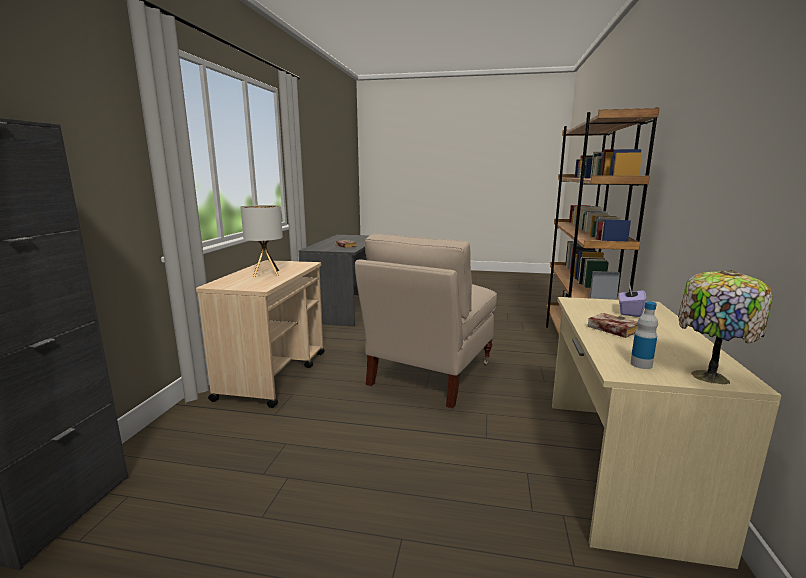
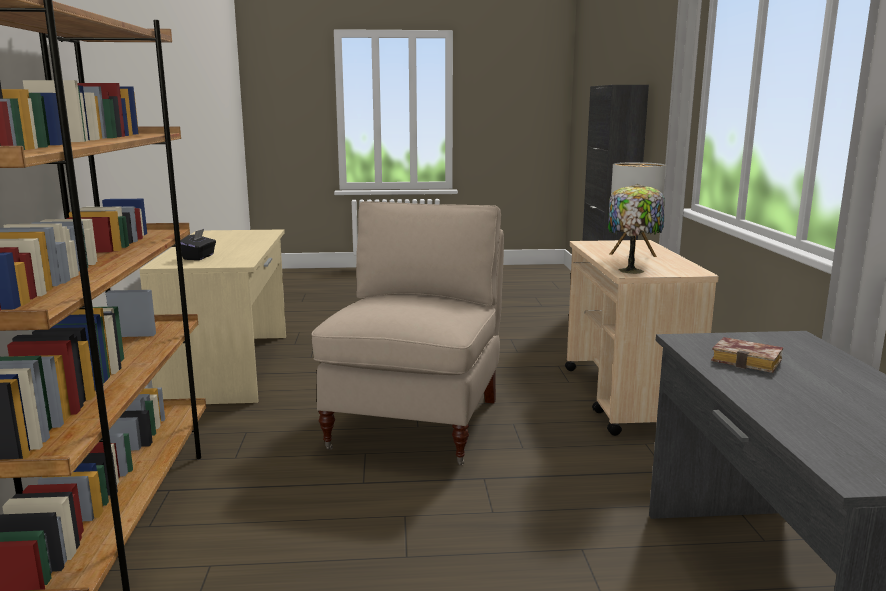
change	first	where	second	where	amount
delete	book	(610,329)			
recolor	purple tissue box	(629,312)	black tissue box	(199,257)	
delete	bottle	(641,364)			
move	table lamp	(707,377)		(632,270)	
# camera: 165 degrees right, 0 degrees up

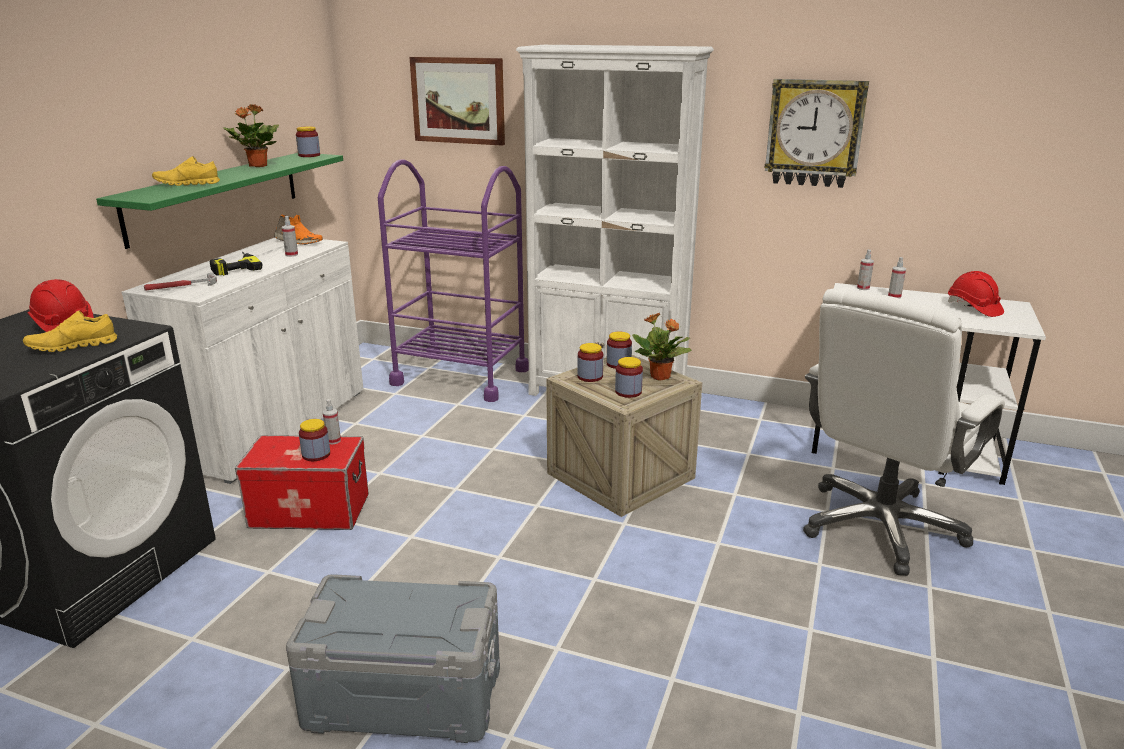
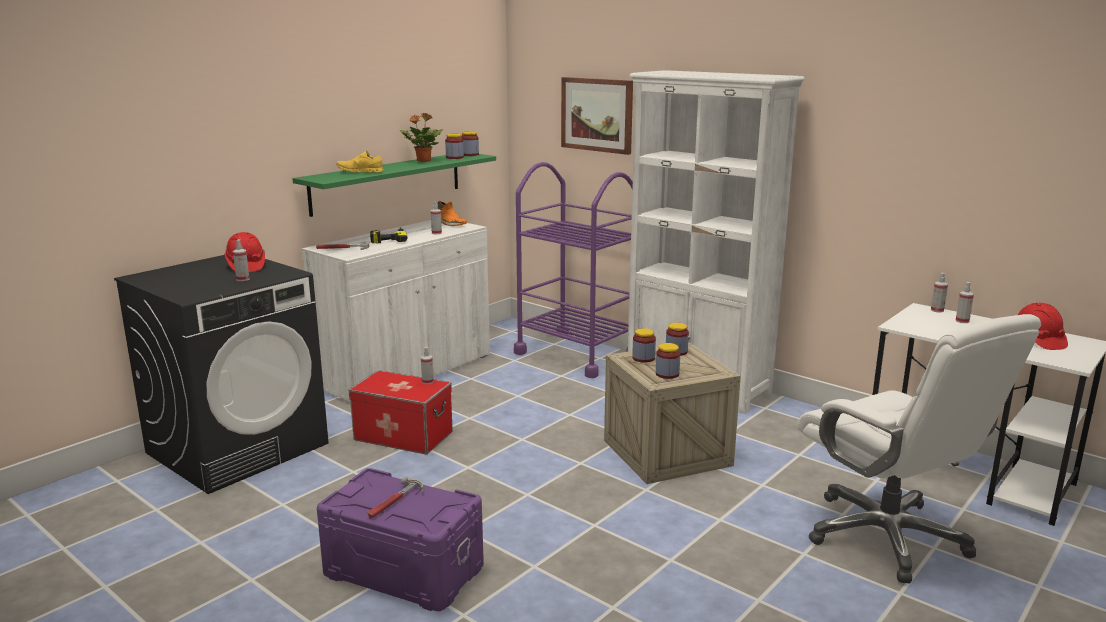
change	first	where	second	where	amount
replace	yellow shoe	(72,346)	spray bottle	(242,279)	
recolor	grey storage box	(404,693)	purple storage box	(405,570)	
move	jar	(316,454)		(454,157)	
delete	potted plant	(660,377)			
delete	wall clock	(814,133)			
rotate	white office chair	(880,527)		(887,536)	90 degrees counterclockwise
insert			hammer	(395,502)	
# camera: 20 degrees right, 5 degrees down

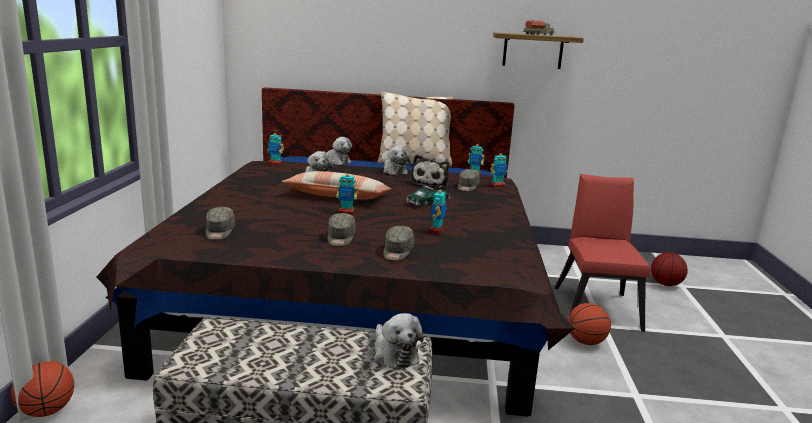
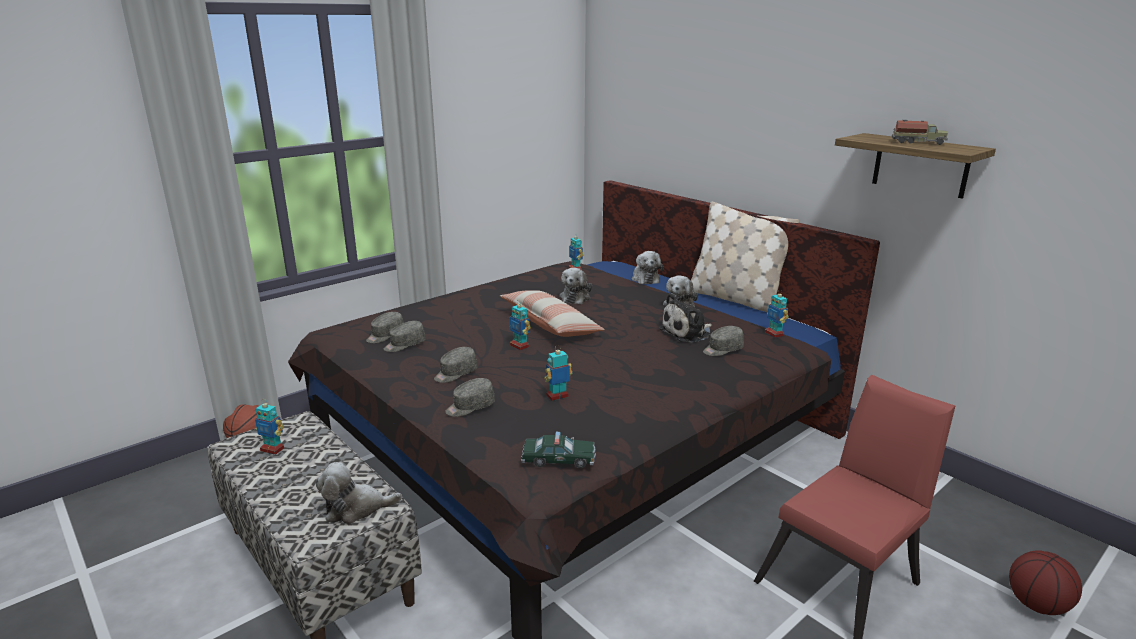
change	first	where	second	where	amount
rotate	plush toy	(394,354)		(356,508)	60 degrees clockwise
move	toy car	(428,202)		(558,459)	
move	toy robot	(497,185)		(273,449)	
delete	basketball	(586,342)			
insert			grey cap	(404,345)	
# camera: 45 degrees right, 5 degrees up

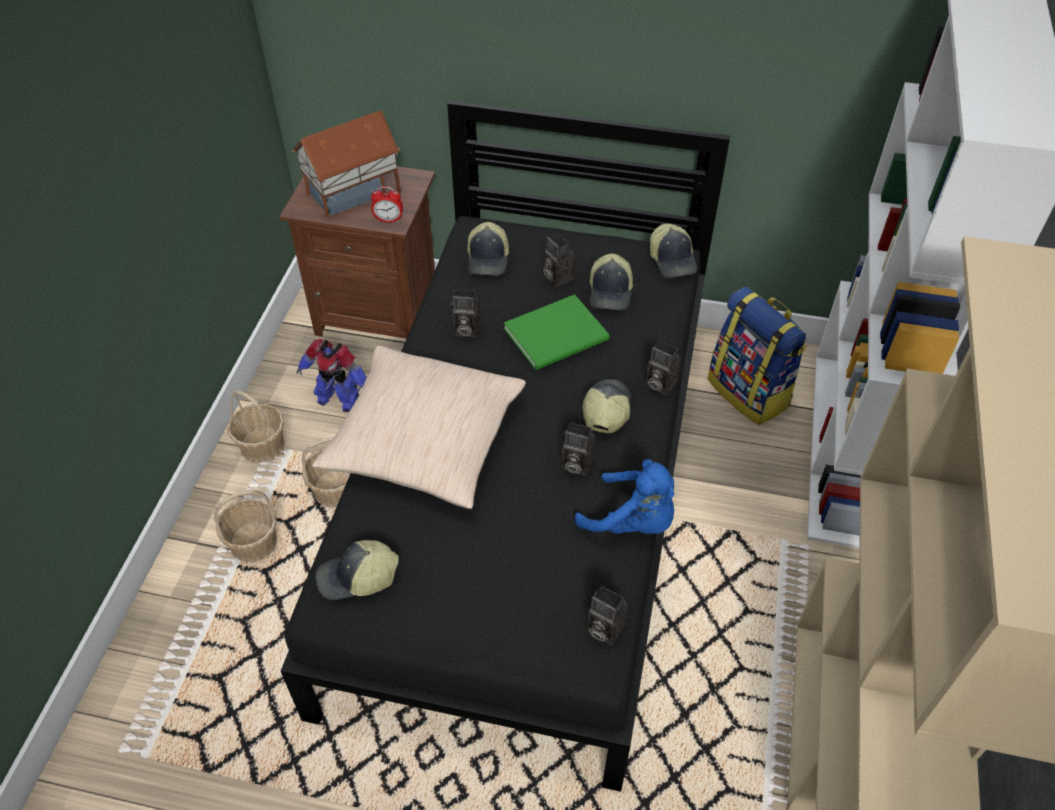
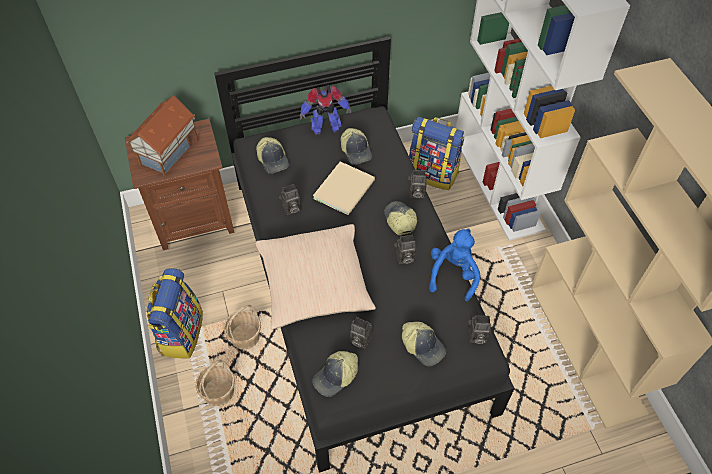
change	first	where	second	where	amount
replace	basket	(262,445)	backpack	(181,333)	
move	toy robot	(338,398)		(325,127)	
delete	alarm clock	(388,220)			
recolor	green book	(559,335)	beige book	(346,188)	
move	photo camera	(556,276)		(359,339)	
rotate	blue plush toy	(632,521)		(453,274)	75 degrees counterclockwise
move	cap	(673,260)		(423,346)	
# camera: 30 degrees left, 5 degrees up

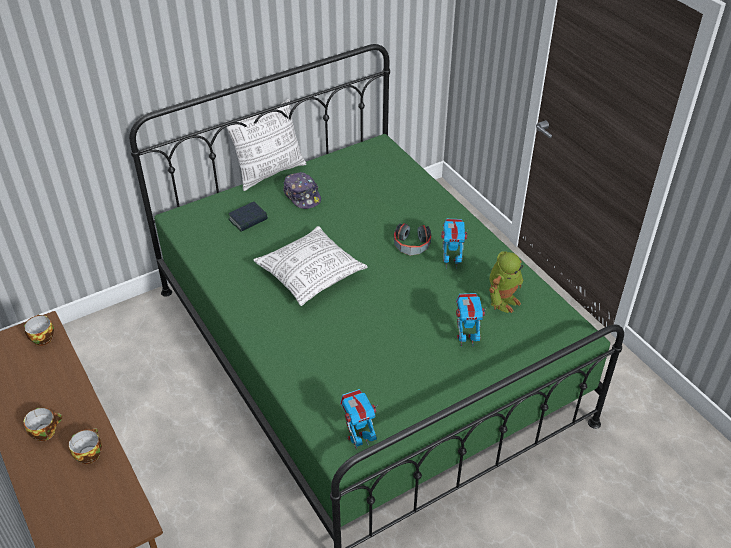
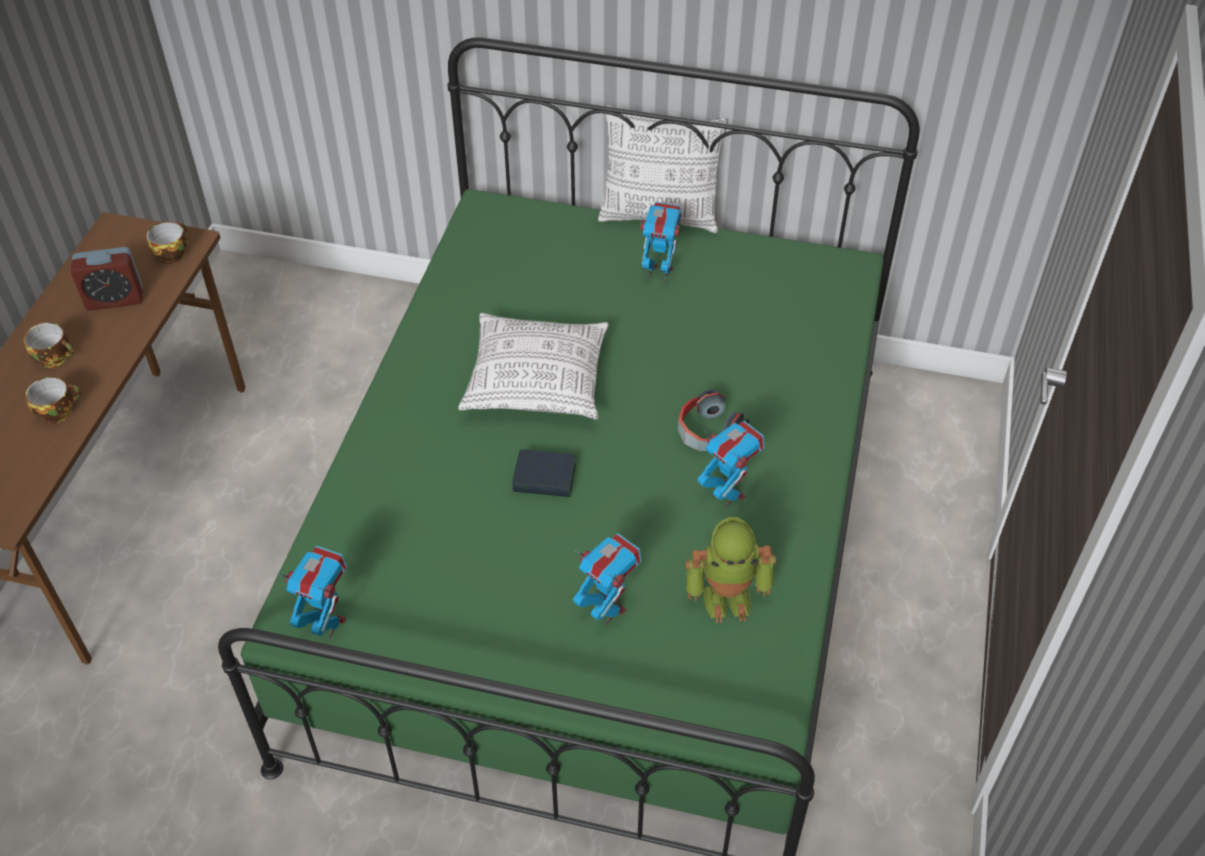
change	first	where	second	where	amount
move	book	(248,219)		(544,478)	
replace	cap	(302,196)	toy robot	(659,272)	
insert			alarm clock	(115,299)	
# camera: 45 degrees right, 5 degrees up

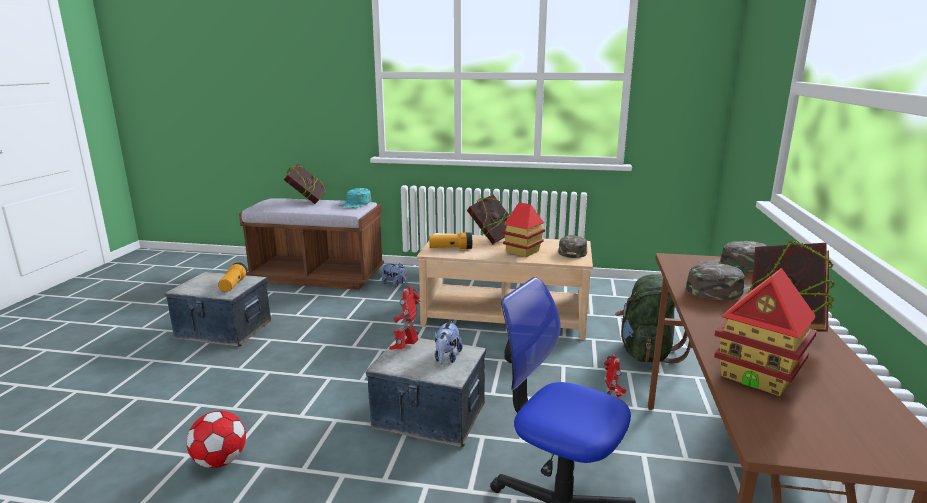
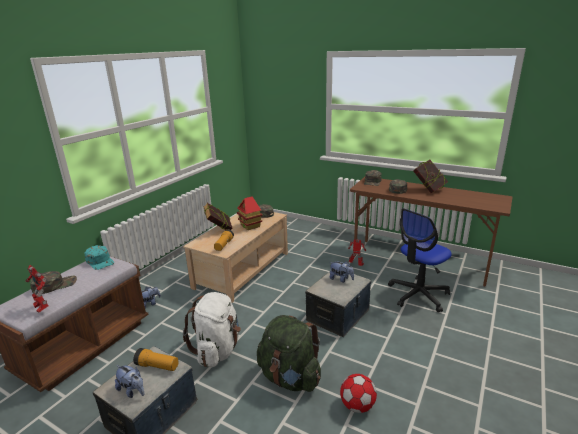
change	first	where	second	where	amount
replace	book	(307,201)	green cap	(55,285)	
move	toy robot	(406,348)		(42,307)	
move	green backpack	(647,353)		(290,377)	
delete	toy house	(757,376)			
insert			plush toy	(132,391)	
insert			white backpack	(218,350)	
# camera: 70 degrees left, 5 degrees up

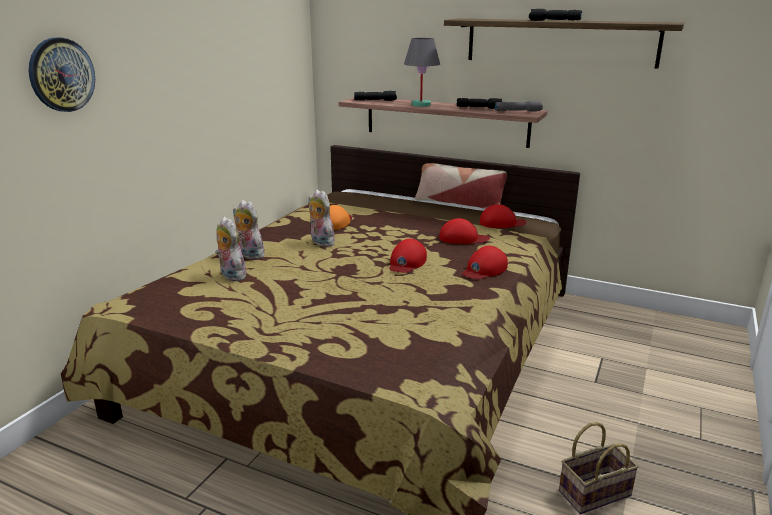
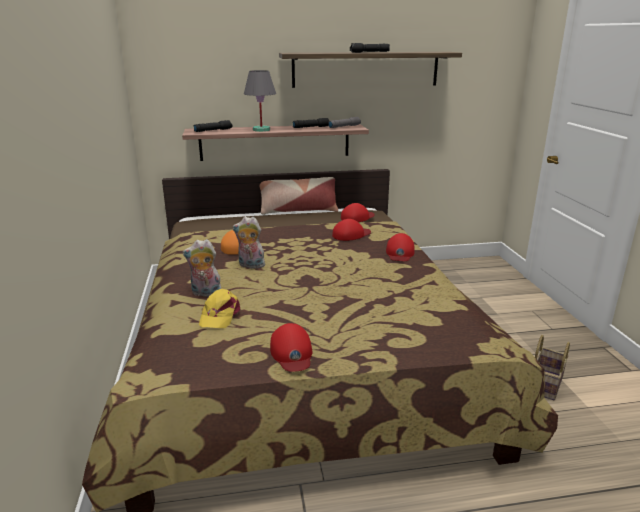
change	first	where	second	where	amount
delete	wall clock	(61,75)			
replace	plush toy	(231,275)	yellow cap	(219,315)	
move	red cap	(407,262)		(292,353)	
# camera: 35 degrees left, 0 degrees up

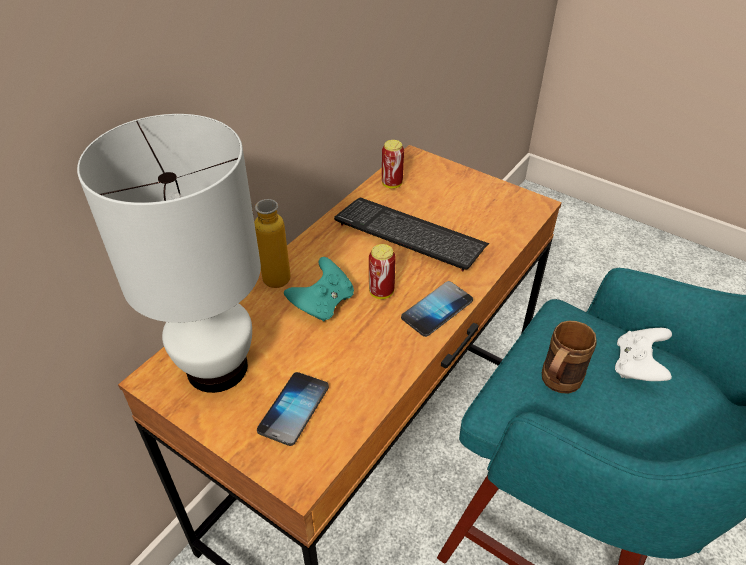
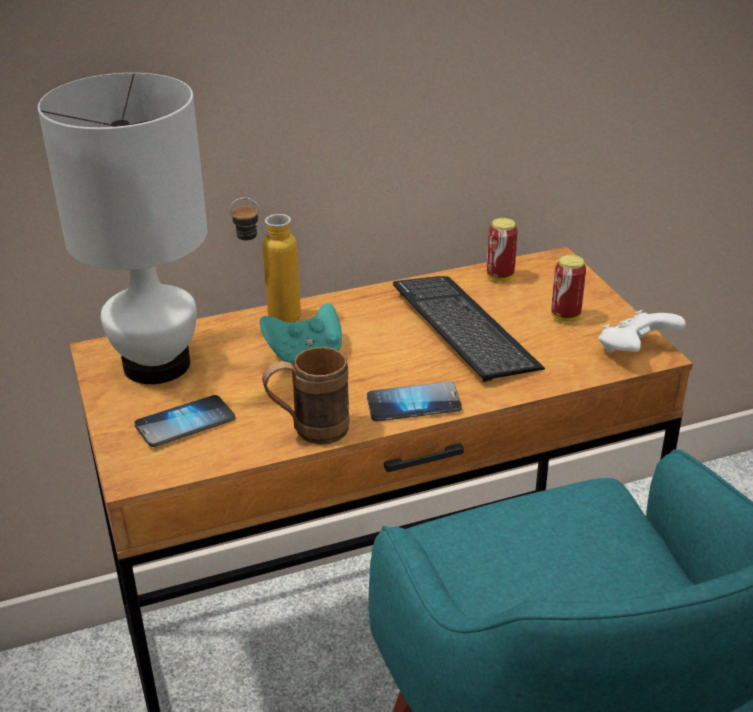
change	first	where	second	where	amount
move	can	(381,292)		(565,316)	
move	brown mug	(556,384)		(308,431)	
move	white game controller	(637,367)		(635,351)	
# camera: 35 degrees right, 10 degrees down

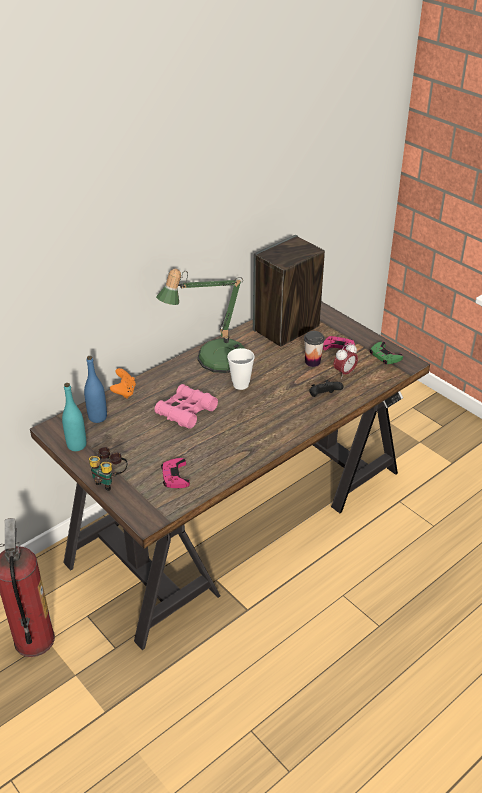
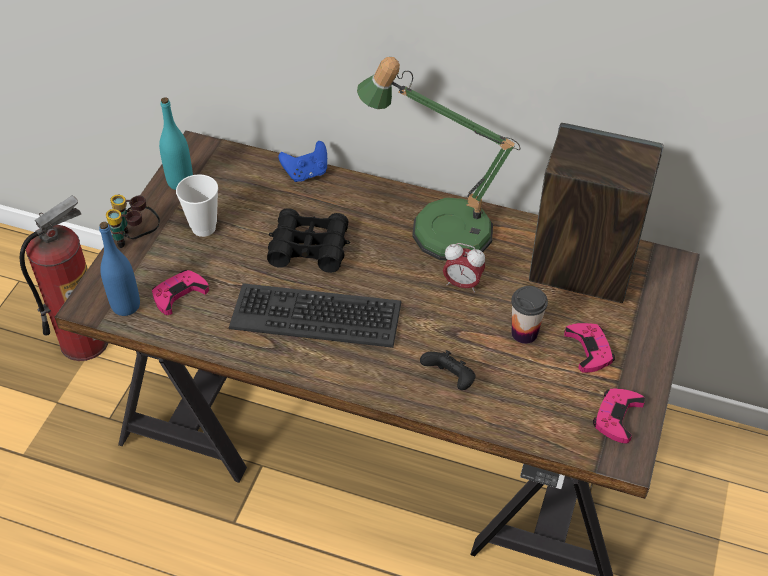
change	first	where	second	where	amount
move	blue bottle	(97,417)		(126,306)	
recolor	orange game controller	(124,392)	blue game controller	(306,173)	
recolor	pink binoculars	(186,412)	black binoculars	(309,248)	
move	cup	(240,384)		(204,228)	
move	alarm clock	(344,373)		(462,284)	
recolor	green game controller	(385,356)	pink game controller	(617,417)	
insert			keyboard	(316,315)	
# camera: 60 degrees right, 10 degrees up

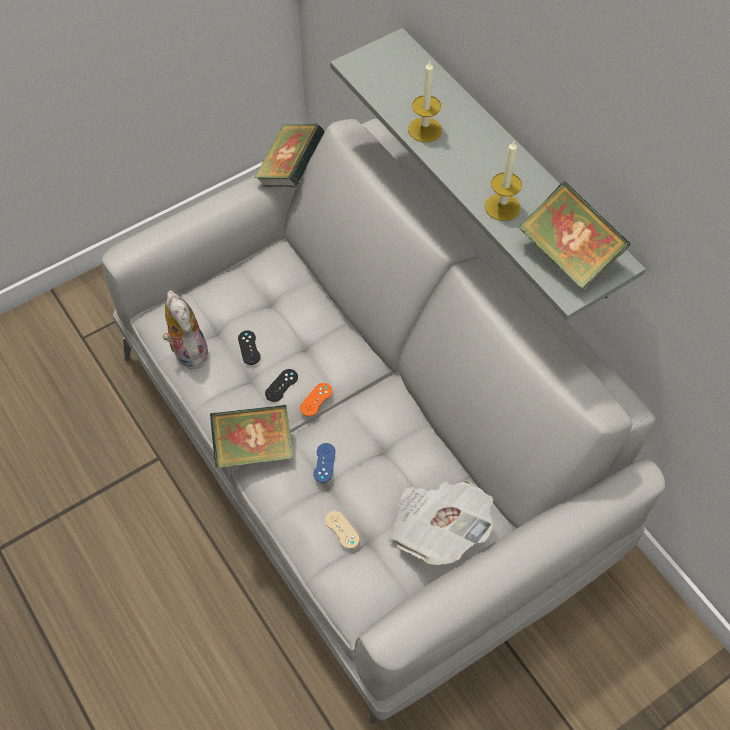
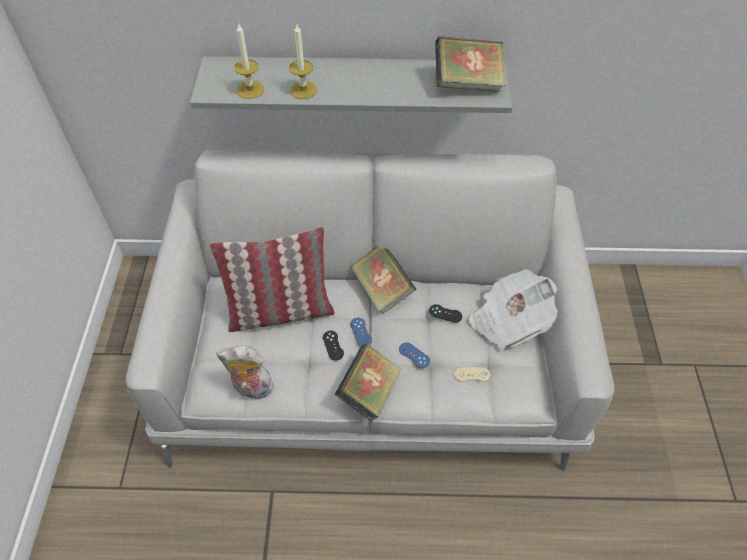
change	first	where	second	where	amount
move	black game controller	(249,347)		(445,313)	
move	book	(290,171)		(382,289)	
recolor	orange game controller	(316,399)	blue game controller	(361,332)	
move	candle	(502,207)		(250,90)	
insert			pillow	(280,311)	
# camera: 55 degrees left, 5 degrees down

